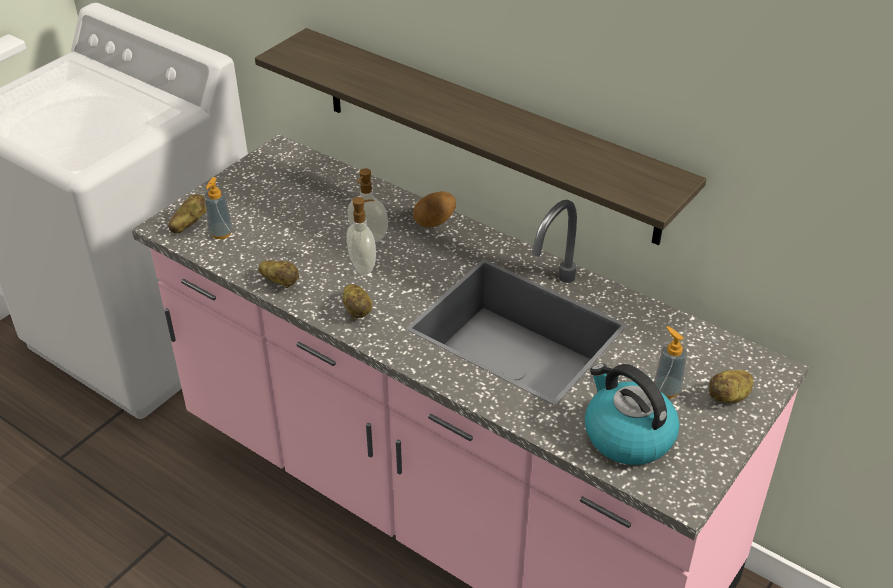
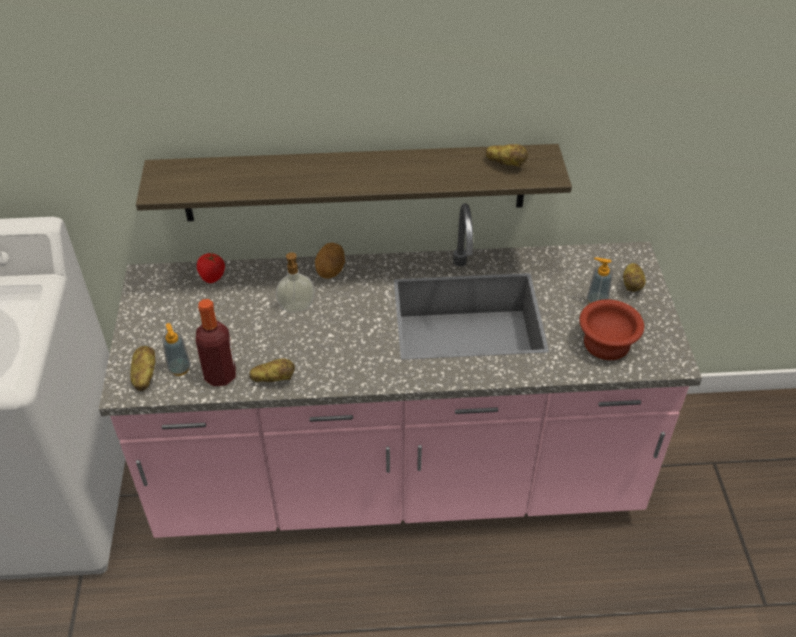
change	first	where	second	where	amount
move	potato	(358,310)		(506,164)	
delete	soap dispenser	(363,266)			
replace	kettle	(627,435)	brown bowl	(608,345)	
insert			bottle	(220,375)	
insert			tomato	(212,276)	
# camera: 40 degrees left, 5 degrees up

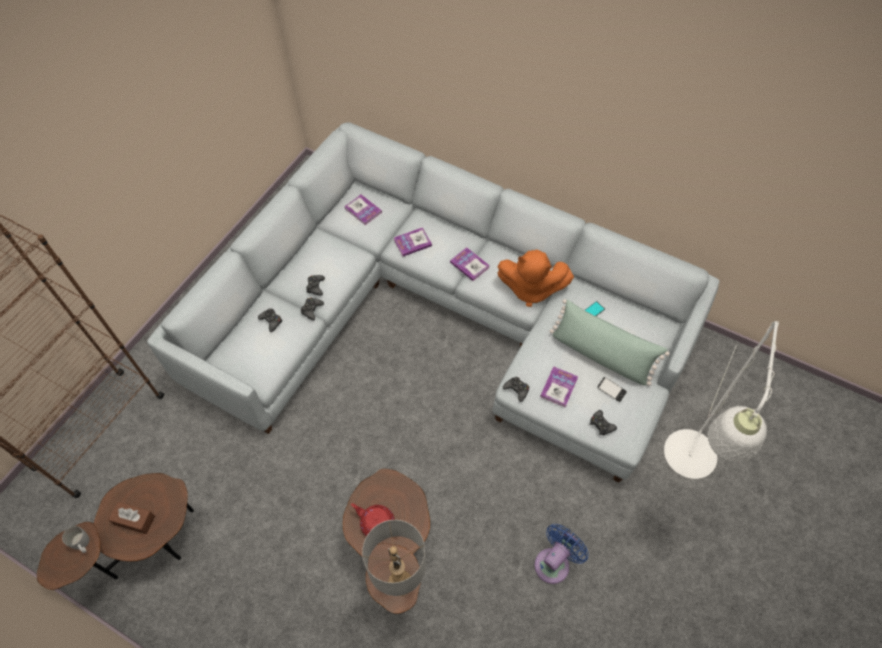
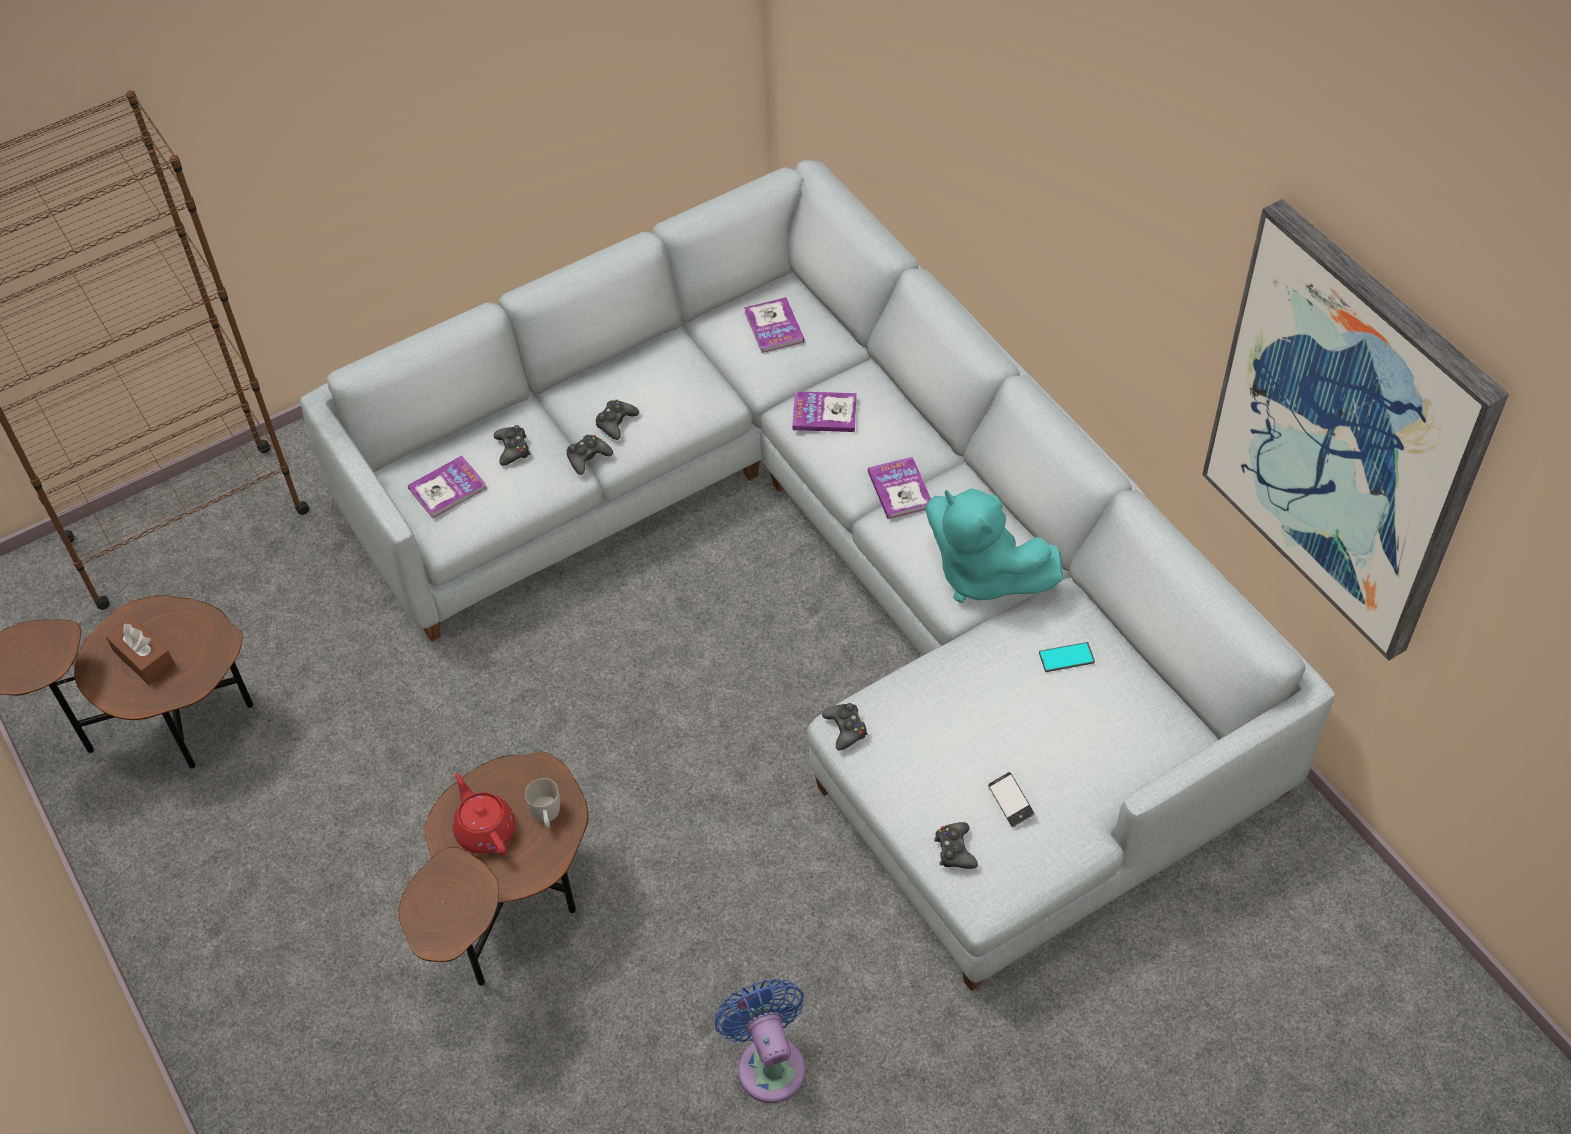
change	first	where	second	where	amount
move	white mug	(83,544)		(546,816)	
delete	grey table lamp	(400,583)			
recolor	orange plush toy	(530,289)	turquoise plush toy	(982,574)	
rotate	blue fan	(554,562)		(769,1062)	90 degrees counterclockwise
move	book	(559,387)		(447,488)	
delete	green pillow	(601,355)			
delete	white floor lamp	(685,466)			
insert			picture	(1347,433)	
# camera: 30 degrees right, 5 degrees down

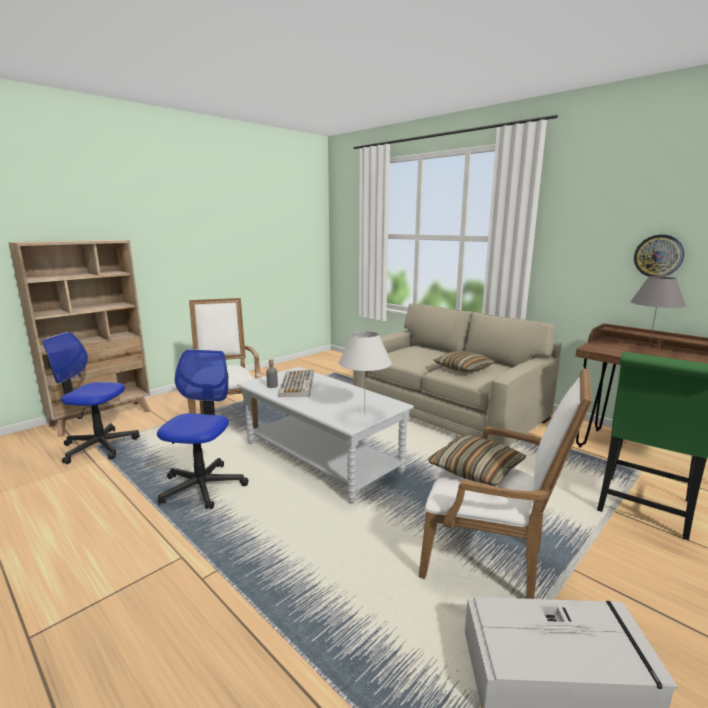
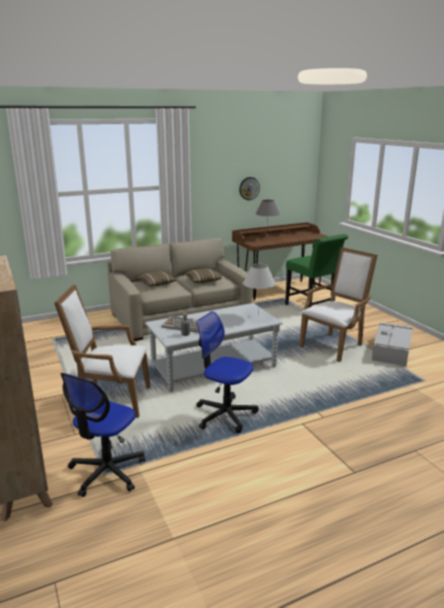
change	first	where	second	where	amount
move	pillow	(475,469)		(157,283)	
# camera: 70 degrees left, 5 degrees up

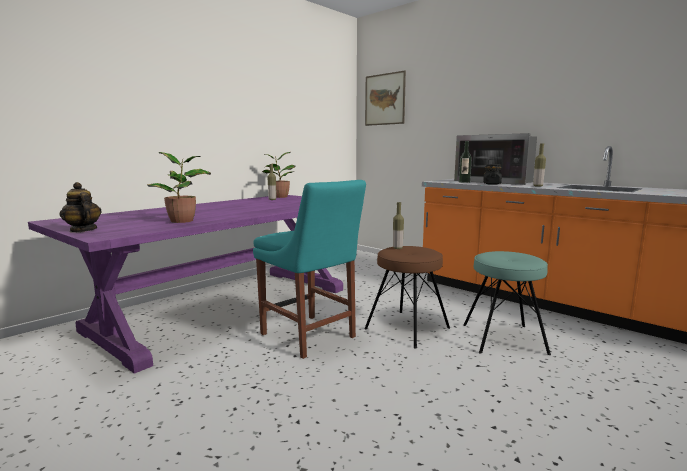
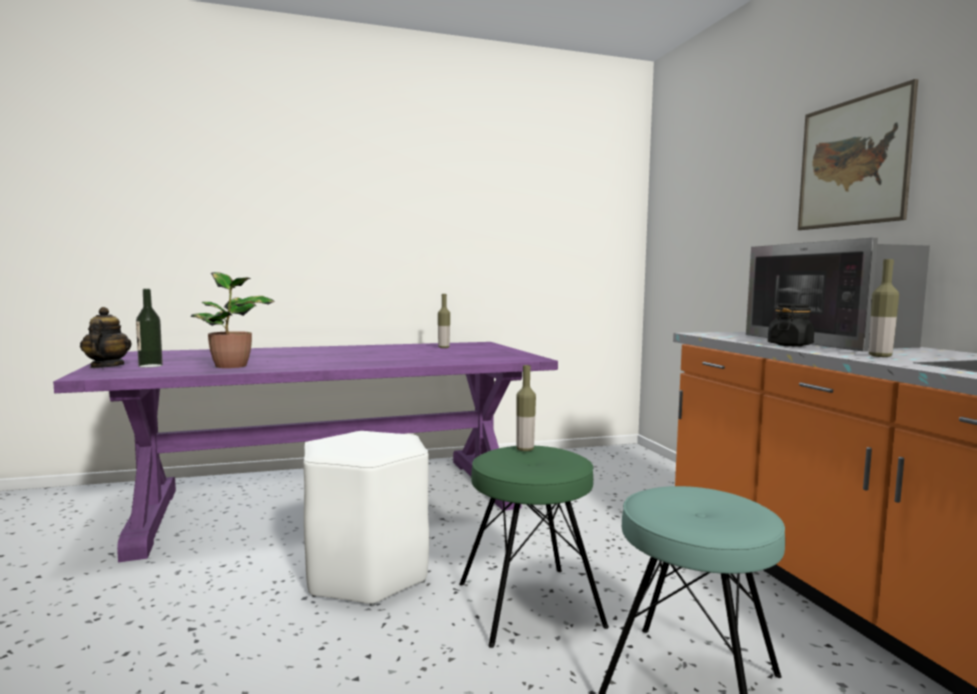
change	first	where	second	where	amount
replace	turquoise chair	(310,337)	white stool	(366,574)	
delete	potted plant	(279,197)			
recolor	brown stool	(407,328)	green stool	(528,604)	
move	picture	(385,99)		(853,162)	
move	bottle	(464,182)		(150,366)	
# camera: 30 degrees right, 5 degrees down

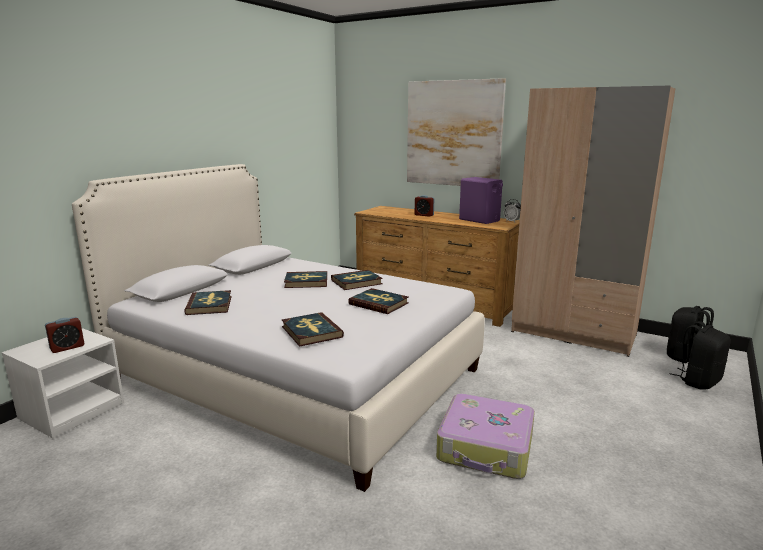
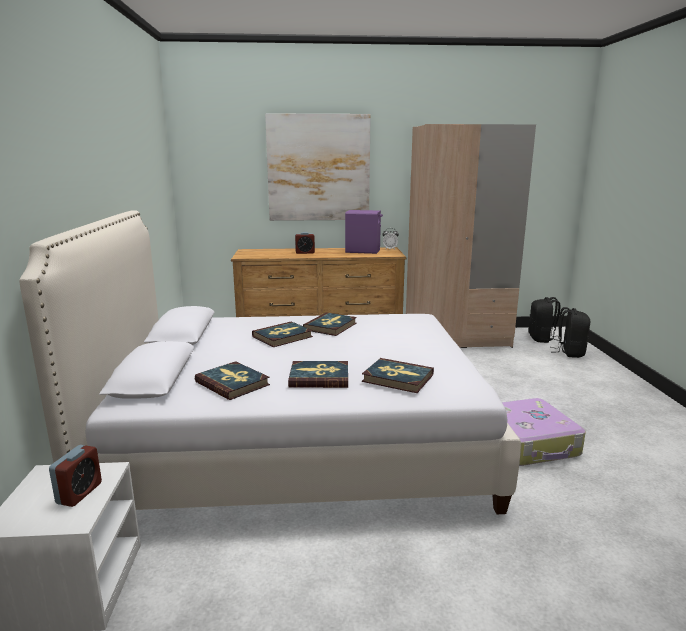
change	first	where	second	where	amount
move	book	(379,303)		(319,377)	
# camera: 35 degrees left, 0 degrees up

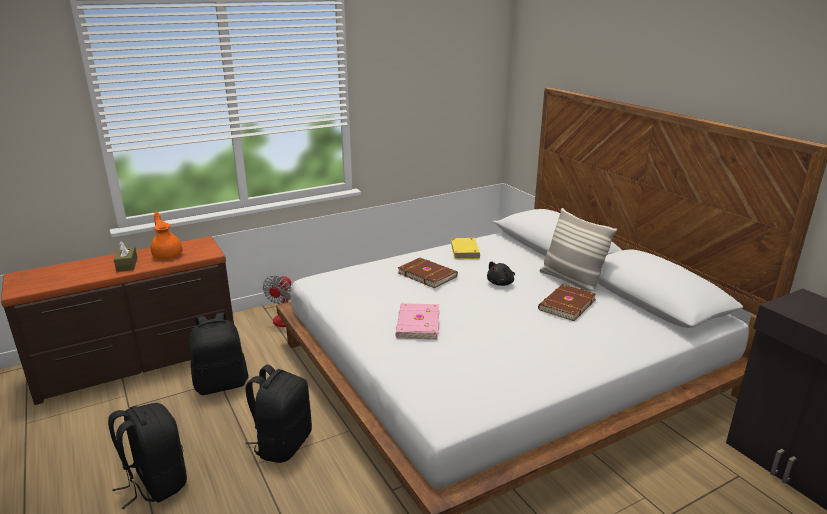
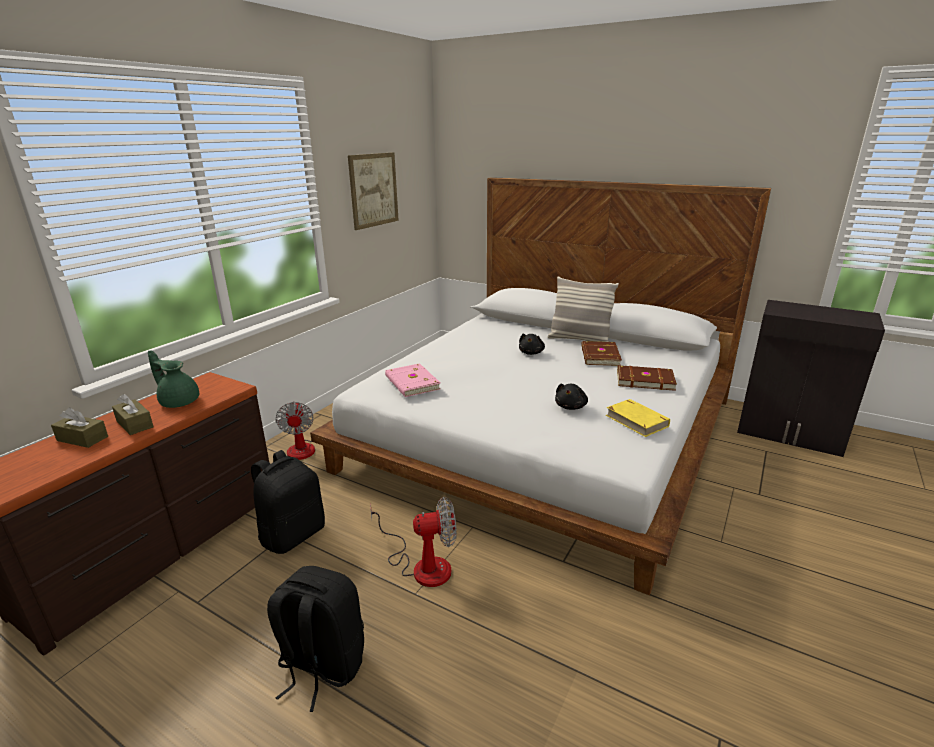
change	first	where	second	where	amount
recolor	orange teapot	(167,254)	green teapot	(179,401)	
replace	black backpack	(282,444)	fan	(422,565)	
move	pink book	(416,324)		(411,383)	
move	brown book	(427,274)		(644,380)	
move	yellow book	(465,251)		(636,420)	
insert			brown tissue box	(82,438)	
insert			picture	(373,190)	
insert			black plush toy	(571,406)	
# camera: 30 degrees left, 0 degrees up

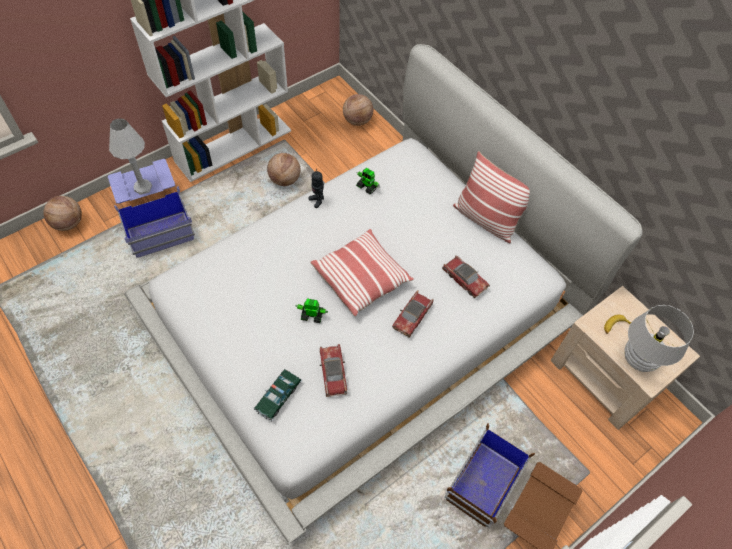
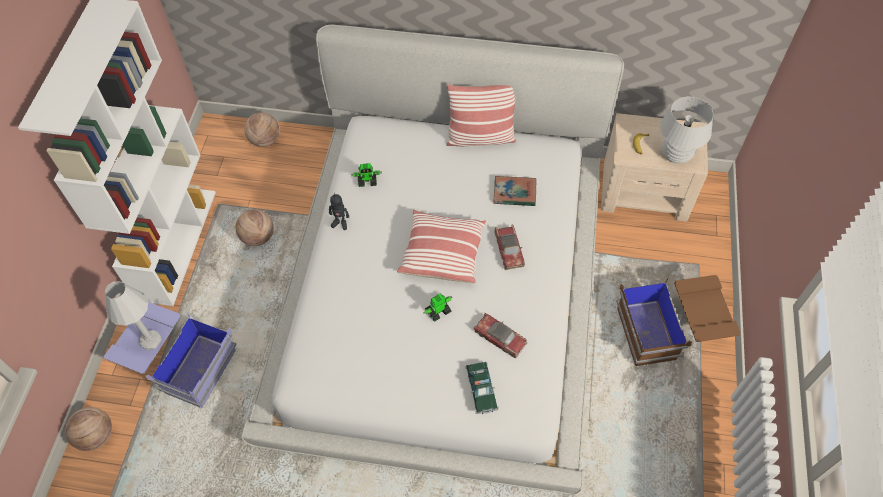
change	first	where	second	where	amount
replace	toy car	(464,279)	book	(514,193)	
# camera: 40 degrees left, 0 degrees up

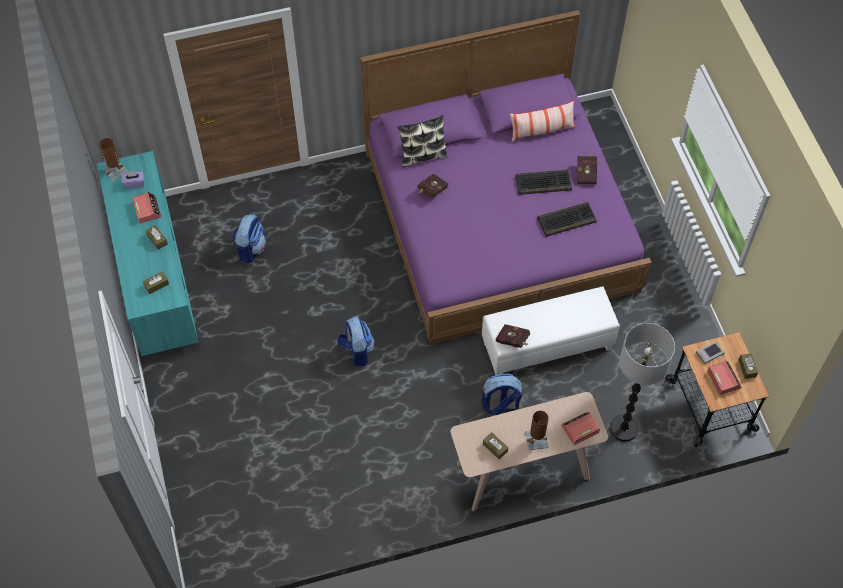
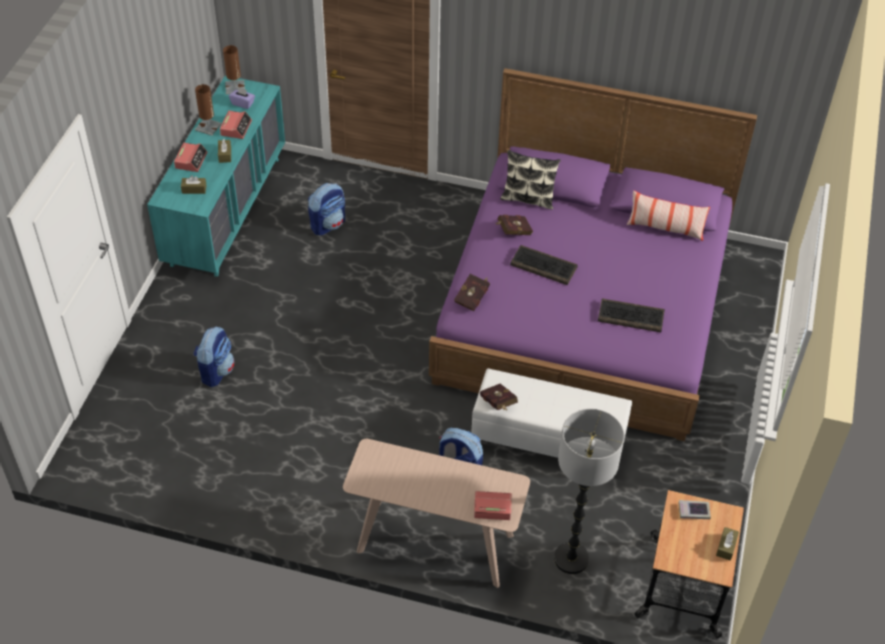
change	first	where	second	where	amount
move	backpack	(356,351)		(216,371)	
delete	brown tissue box	(495,447)			
move	keyboard	(544,182)		(544,266)	
move	brown table lamp	(536,439)		(208,127)	
move	red book	(586,173)		(473,298)	
move	alarm clock	(723,379)		(191,160)	
# camera: 30 degrees right, 10 degrees down

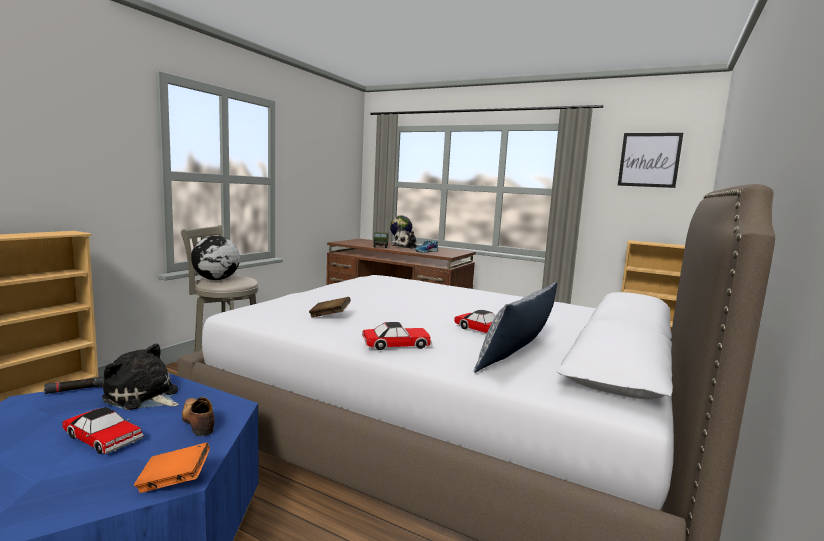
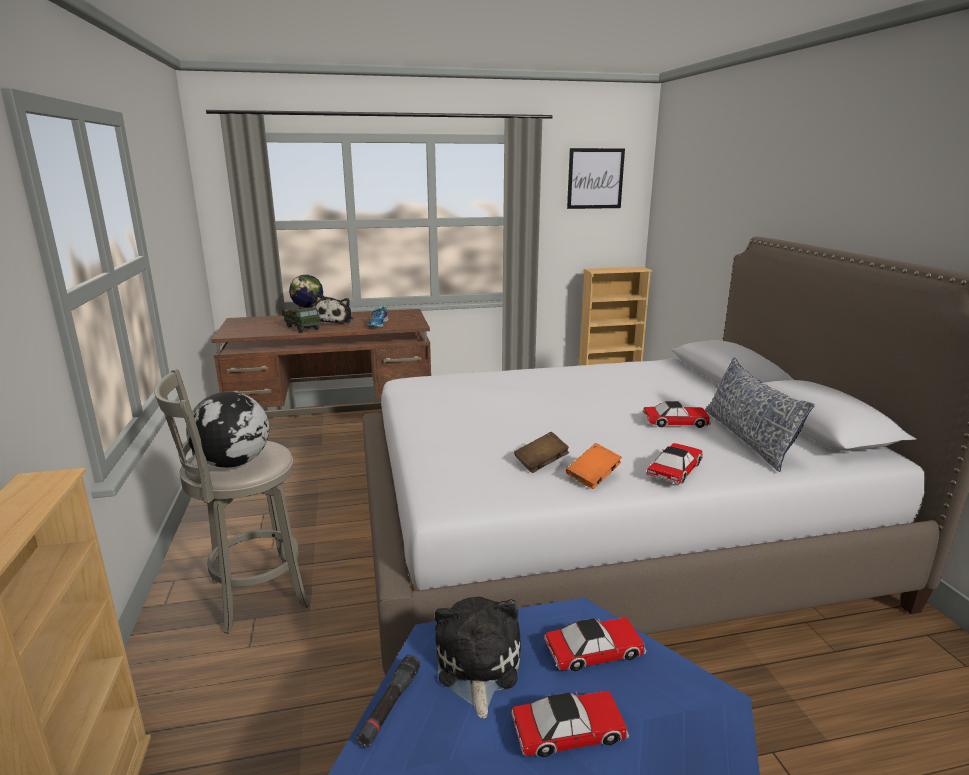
change	first	where	second	where	amount
rotate	plush toy	(143,397)		(477,667)	105 degrees clockwise
move	orange book	(174,481)		(593,477)	
replace	shoe	(197,422)	toy car	(594,651)	
# camera: 40 degrees left, 10 degrees up

